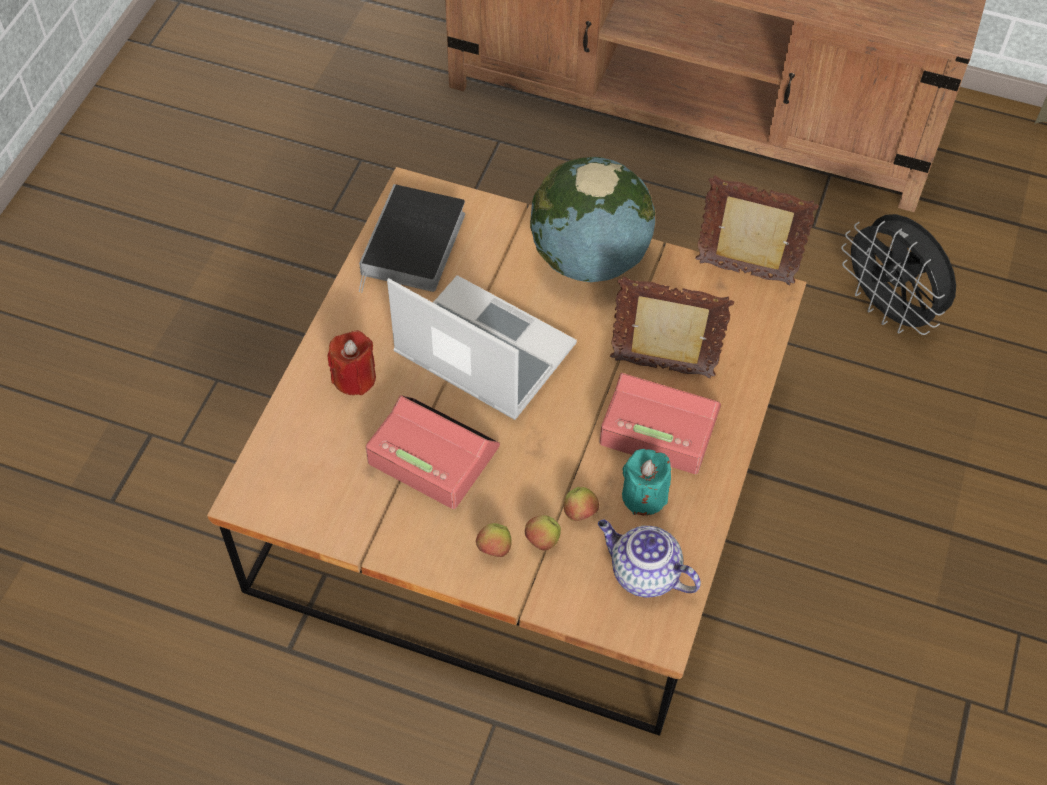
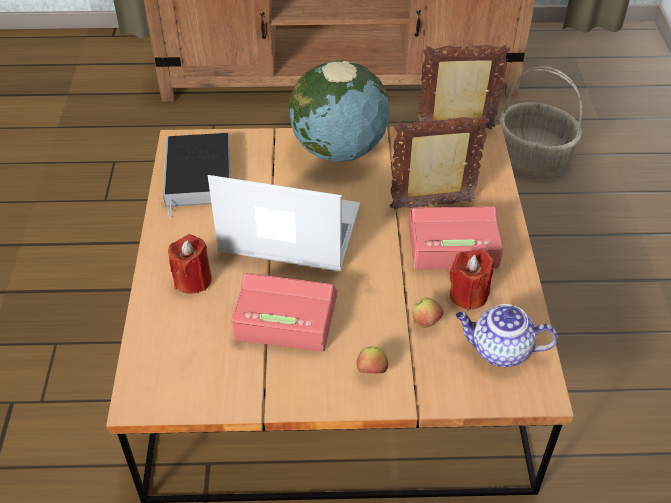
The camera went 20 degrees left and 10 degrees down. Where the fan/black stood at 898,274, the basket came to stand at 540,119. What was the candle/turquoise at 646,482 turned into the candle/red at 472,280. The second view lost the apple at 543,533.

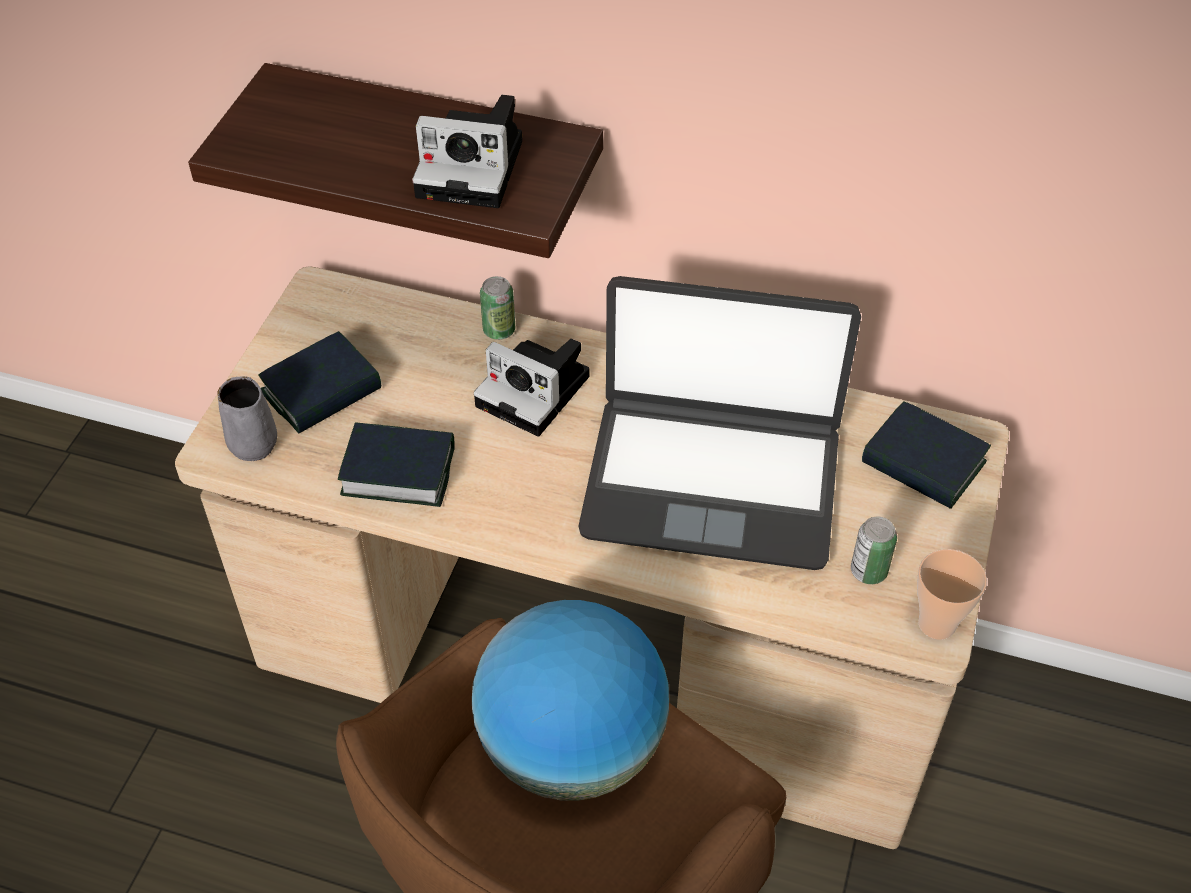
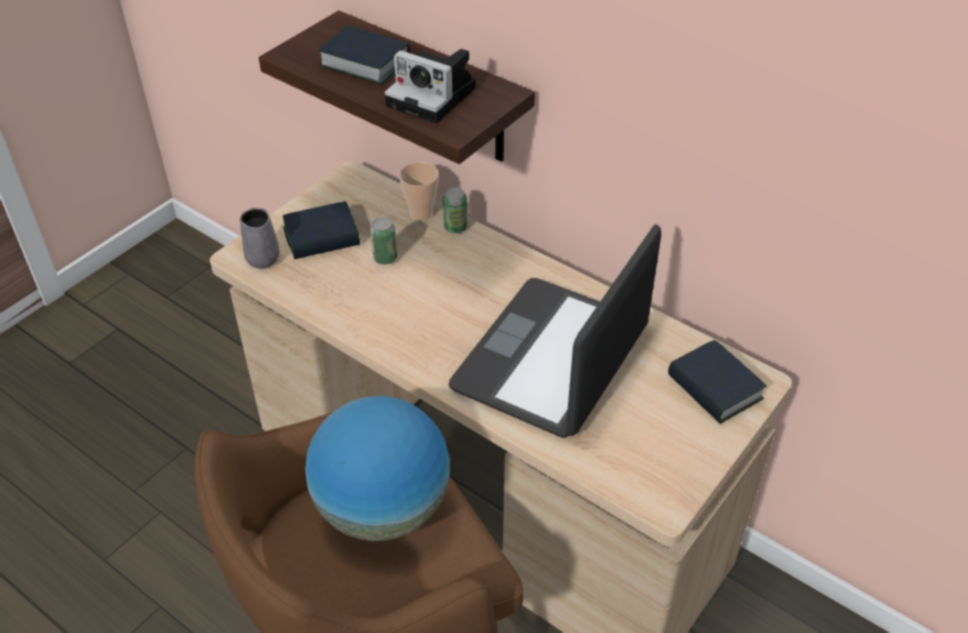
The camera went 20 degrees right and 5 degrees down. The laptop at 719,423 ended up facing another way, 90 degrees clockwise from before. The second view lost the photo camera at 532,387. The book ended up elsewhere, having gone from 396,464 to 364,55. The can ended up elsewhere, having gone from 874,550 to 383,241. The cup ended up elsewhere, having gone from 952,594 to 419,191.

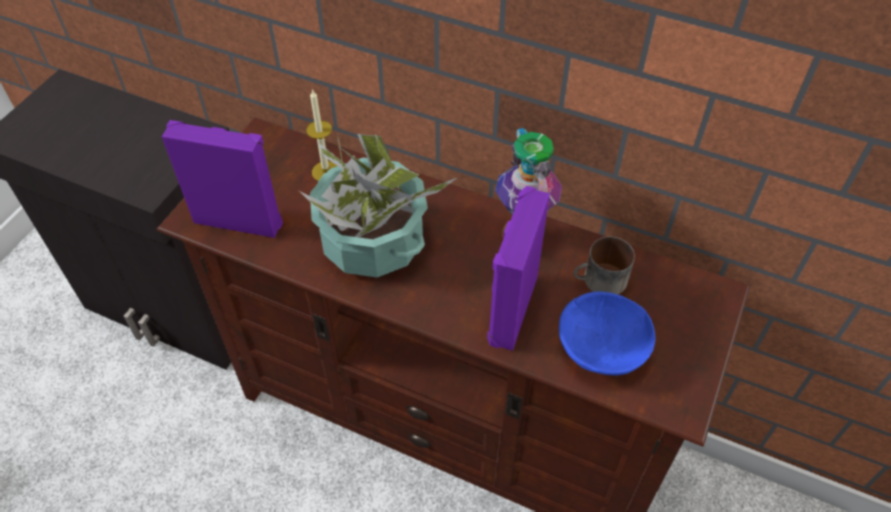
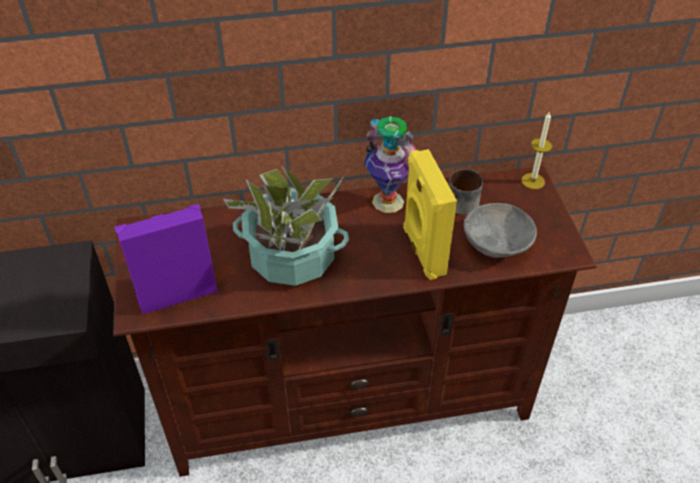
The camera went 35 degrees left and 5 degrees down. The candle ended up elsewhere, having gone from 321,135 to 536,150. What was the speaker/purple at 518,268 turned into the speaker/yellow at 430,214. What was the bowl/blue at 607,334 turned into the bowl/grey at 500,230.

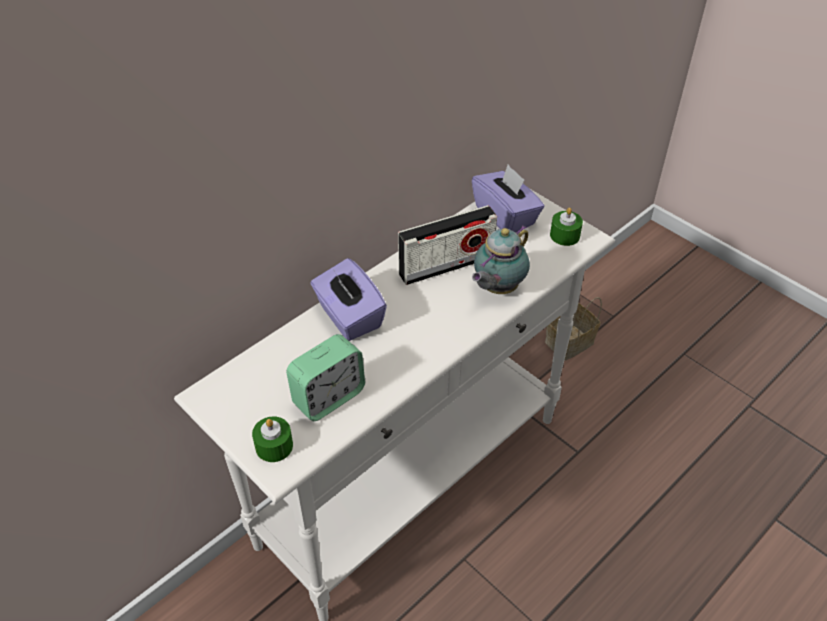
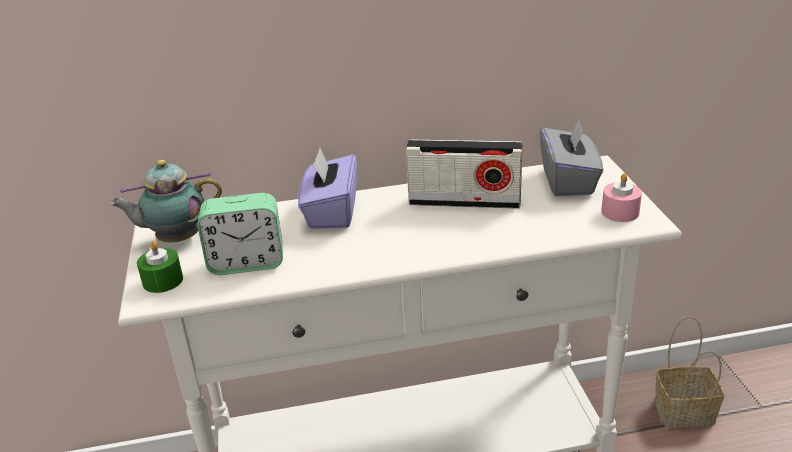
The camera went 35 degrees right and 15 degrees down. What was the tissue box/purple at 508,198 turned into the tissue box/grey at 571,157. What was the candle/green at 566,227 turned into the candle/pink at 621,197. The teapot ended up elsewhere, having gone from 501,260 to 166,201.

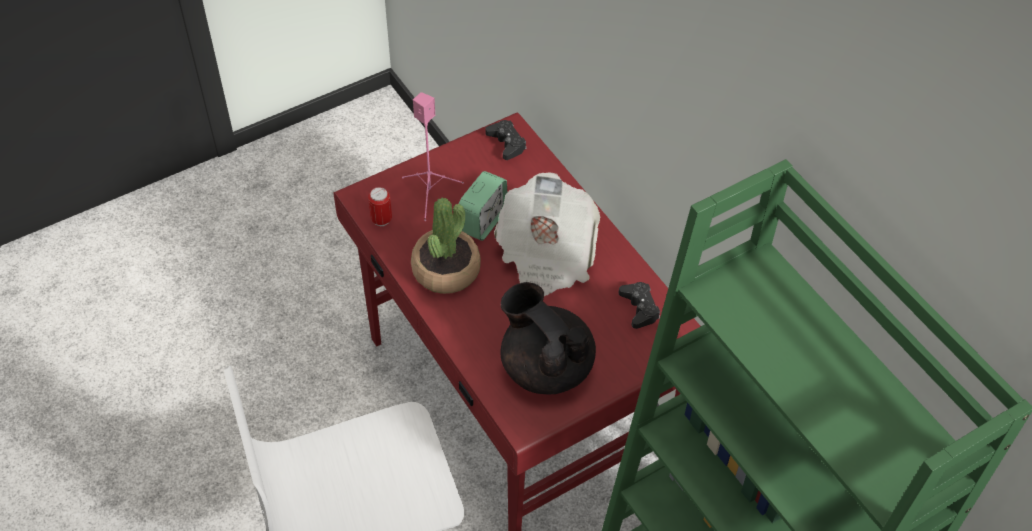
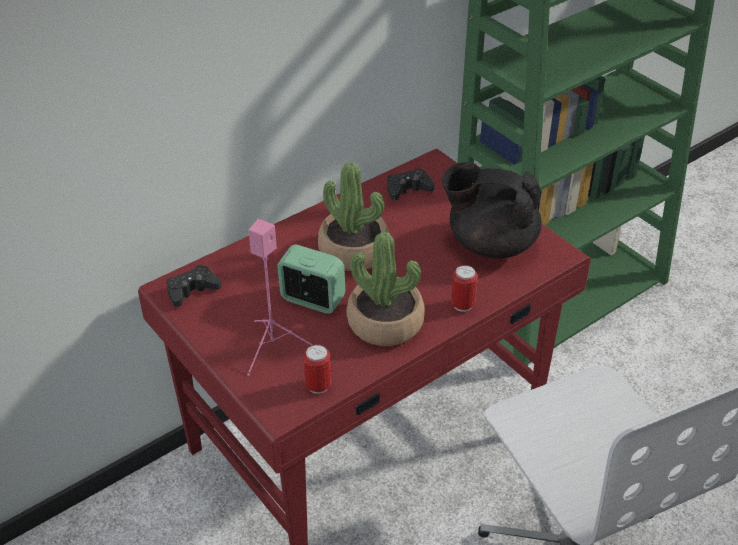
The camera went 95 degrees left and 10 degrees down. Where the newspaper stood at 547,234, the potted plant came to stand at 354,216. The teapot/black at 548,338 ended up facing another way, 60 degrees clockwise from before. The second view gained the can at 464,288.

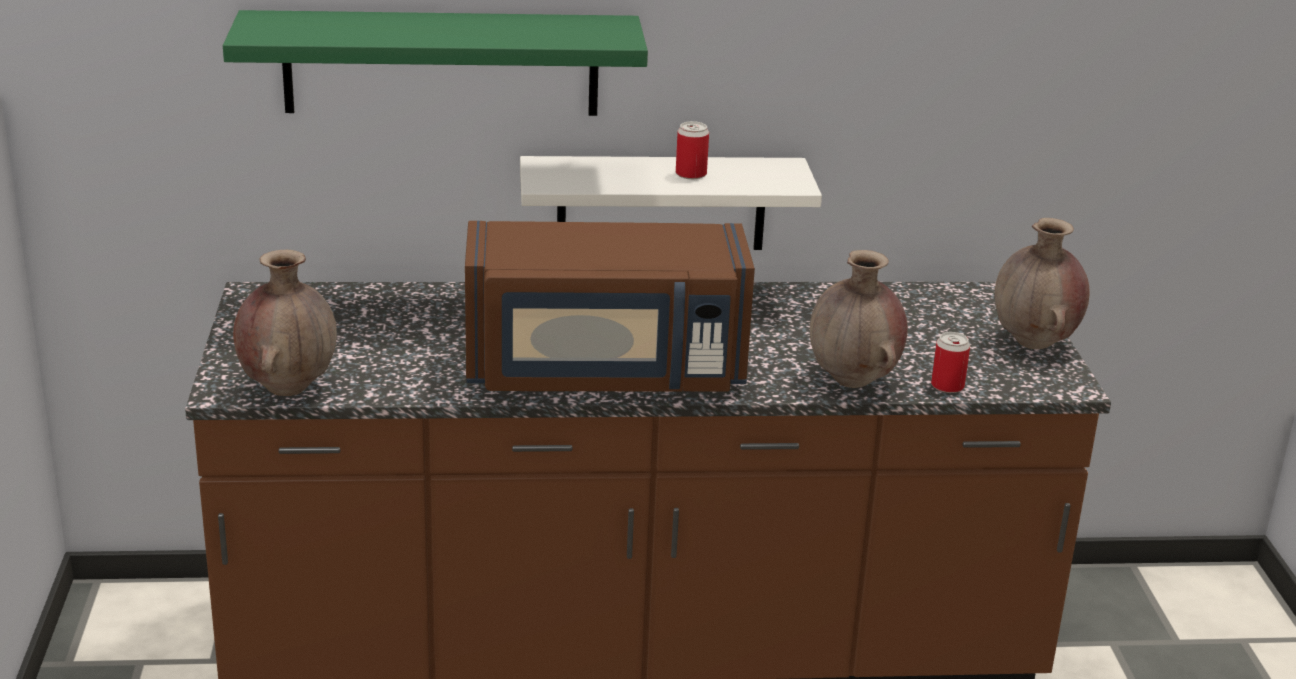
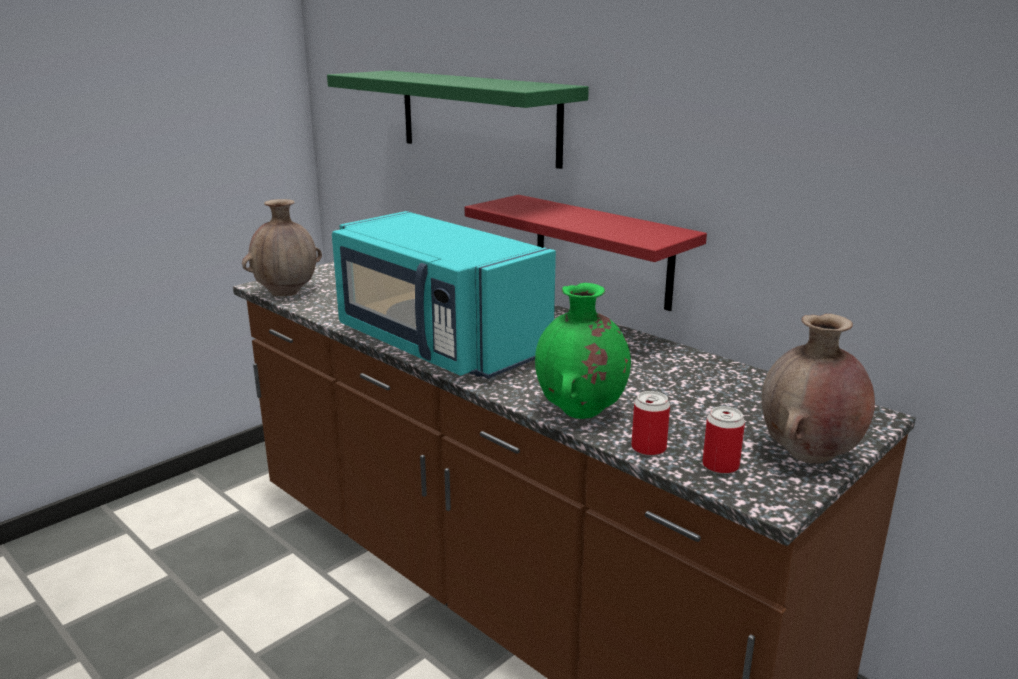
The camera went 50 degrees right and 5 degrees down. The can ended up elsewhere, having gone from 692,150 to 723,440. What was the shelf/white at 671,203 turned into the shelf/red at 586,253. What was the microwave/brown at 610,306 turned into the microwave/turquoise at 444,295. What was the vase/brown at 859,319 turned into the vase/green at 583,351.

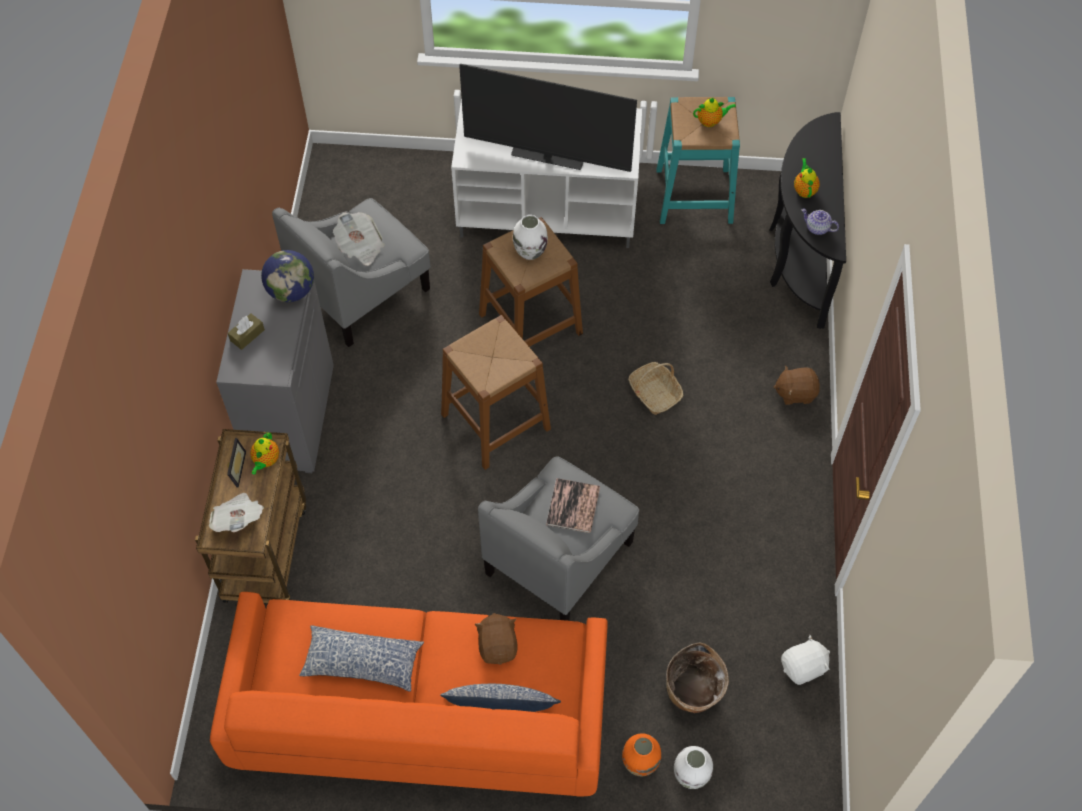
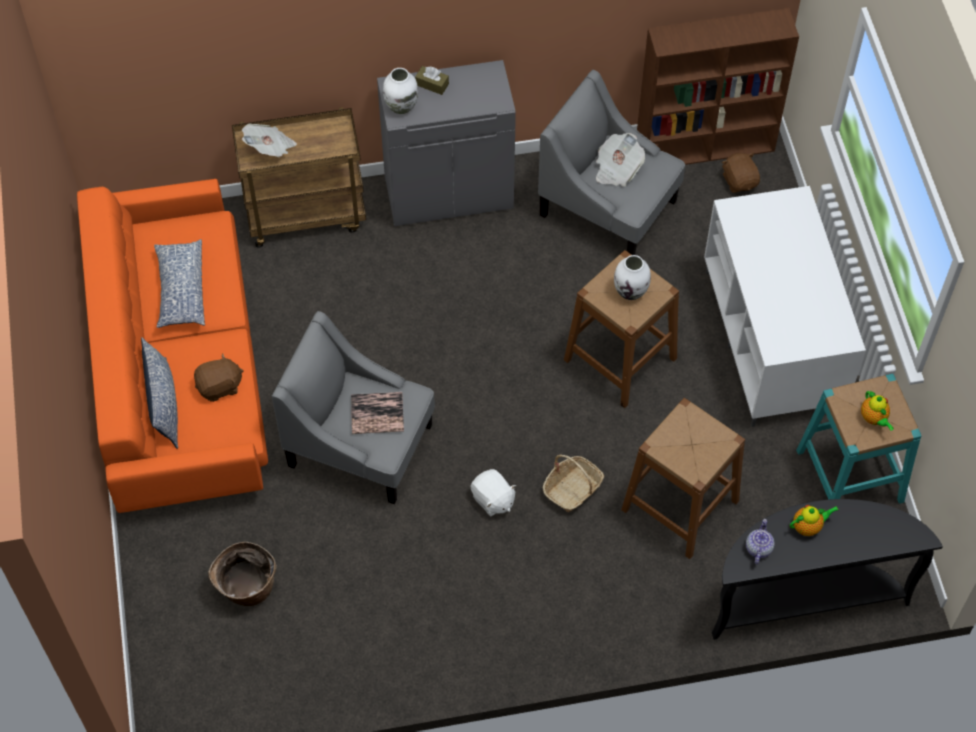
The camera went 75 degrees right and 0 degrees up. The second view lost the television at 548,118. The second view lost the globe at 287,276. The stool/brown ended up elsewhere, having gone from 496,392 to 683,478. The plush toy/brown ended up elsewhere, having gone from 797,385 to 741,173. The second view lost the teapot at 264,453. The second view lost the picture frame at 236,462. The plush toy/white ended up elsewhere, having gone from 805,660 to 493,493. The second view lost the vase/orange at 641,755. The vase/white ended up elsewhere, having gone from 693,767 to 400,91. The second view gained the bookcase/brown at 718,86.

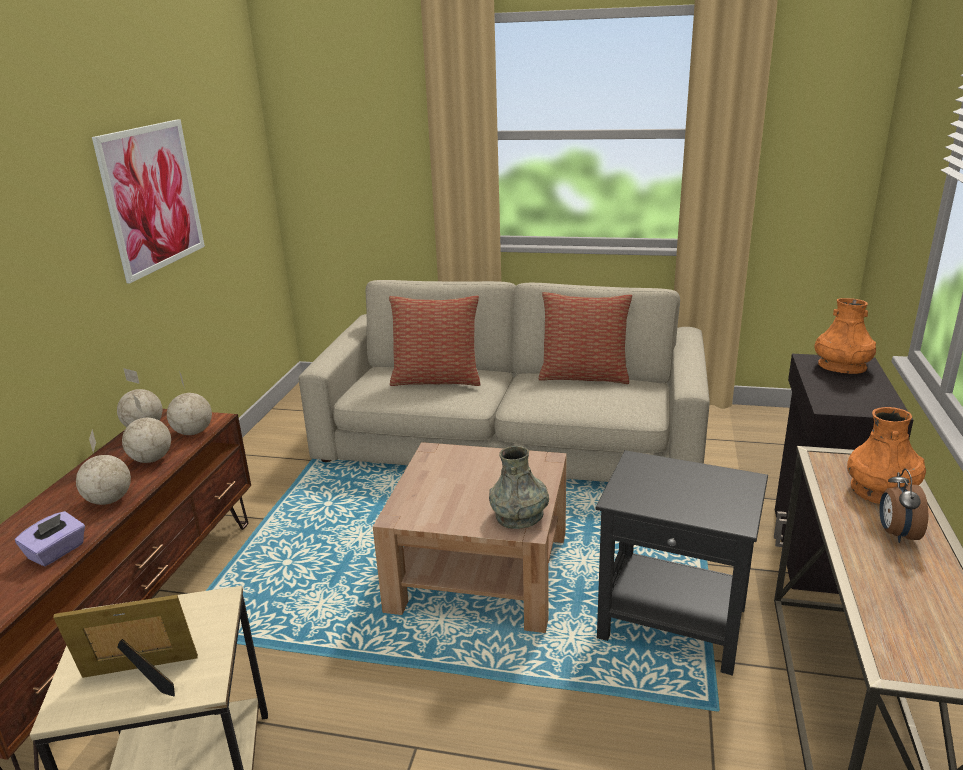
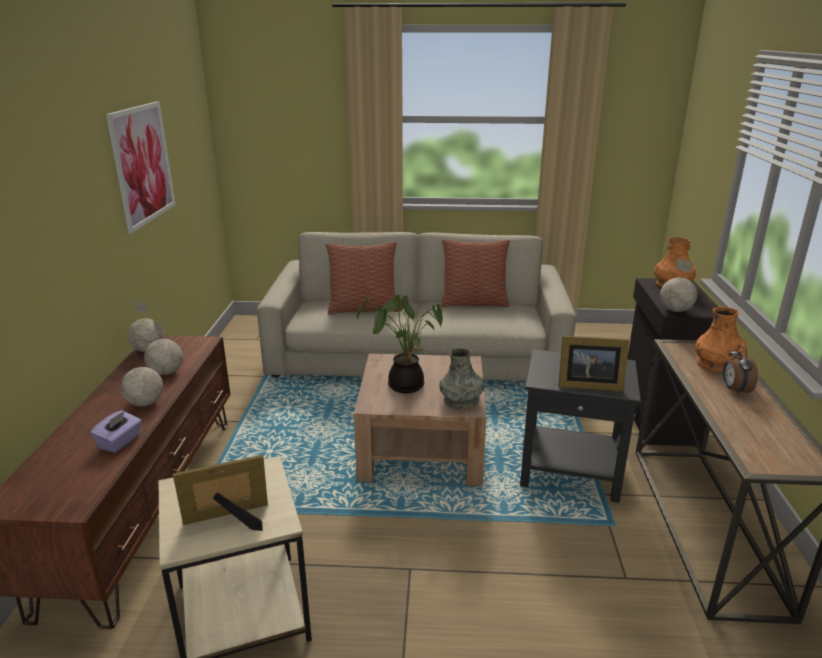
The camera went 10 degrees left and 0 degrees up. The globe ended up elsewhere, having gone from 189,403 to 678,285. The second view gained the potted plant at 400,343. The second view gained the picture frame at 593,363.

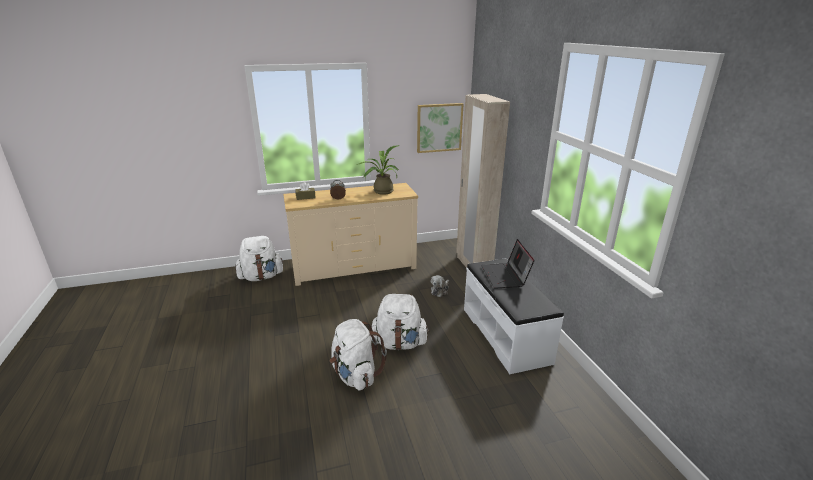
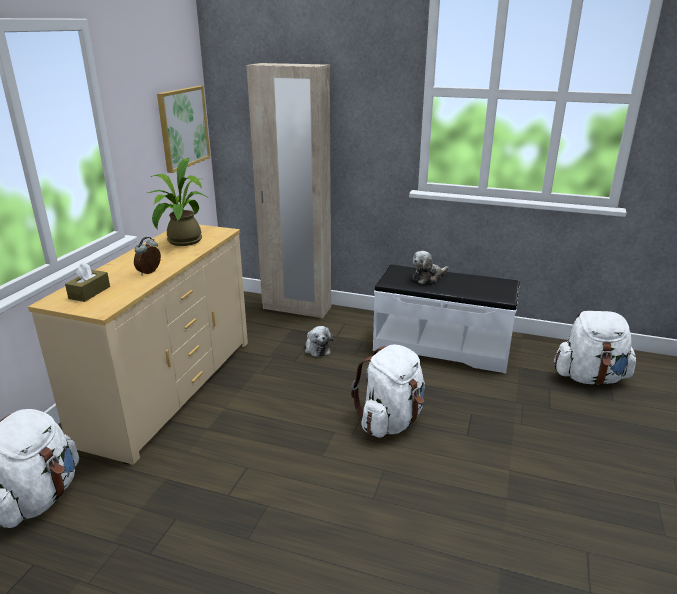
The camera went 55 degrees left and 0 degrees up. Where the laptop stood at 508,264, the plush toy came to stand at 431,267. The backpack/white ended up elsewhere, having gone from 358,354 to 595,348.

